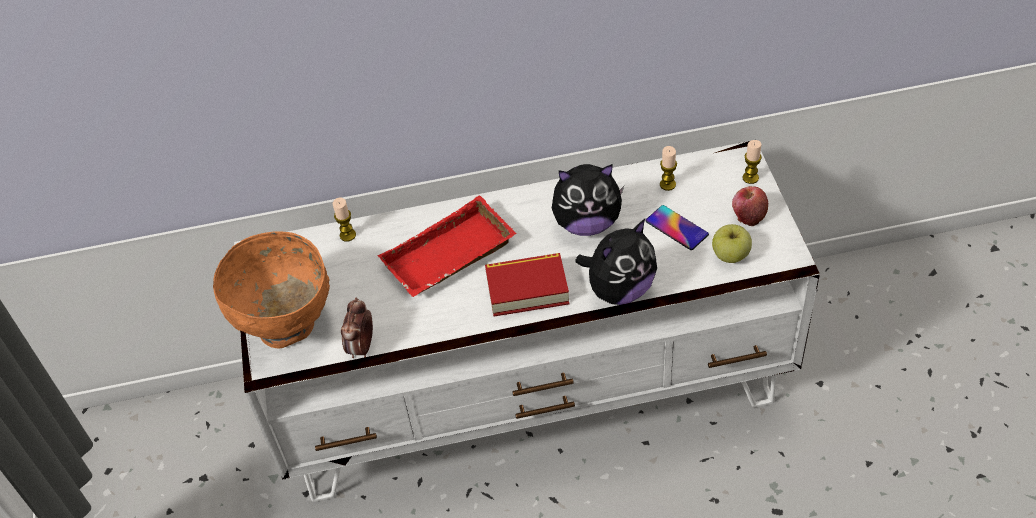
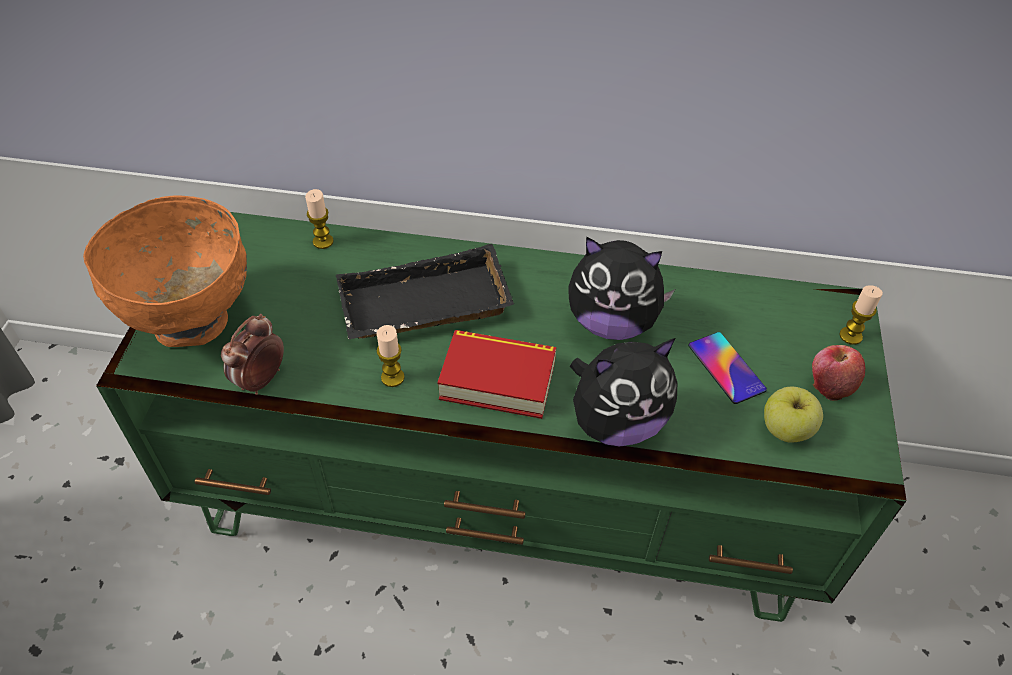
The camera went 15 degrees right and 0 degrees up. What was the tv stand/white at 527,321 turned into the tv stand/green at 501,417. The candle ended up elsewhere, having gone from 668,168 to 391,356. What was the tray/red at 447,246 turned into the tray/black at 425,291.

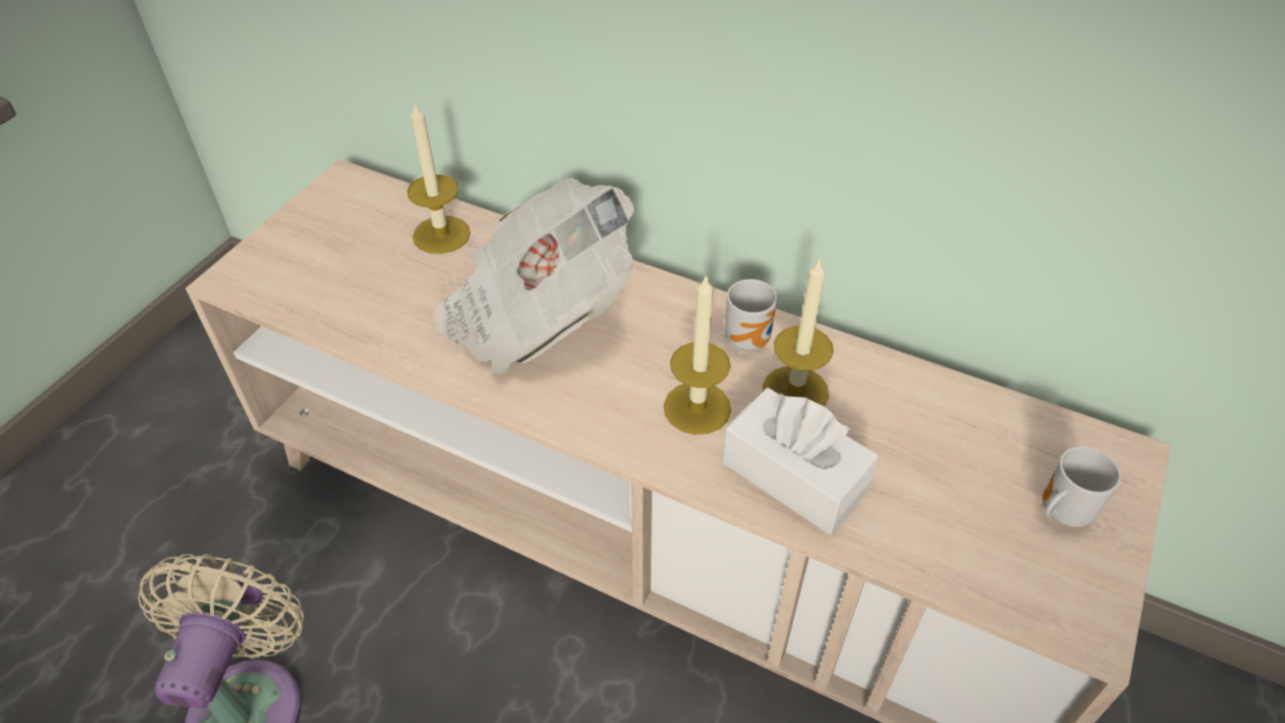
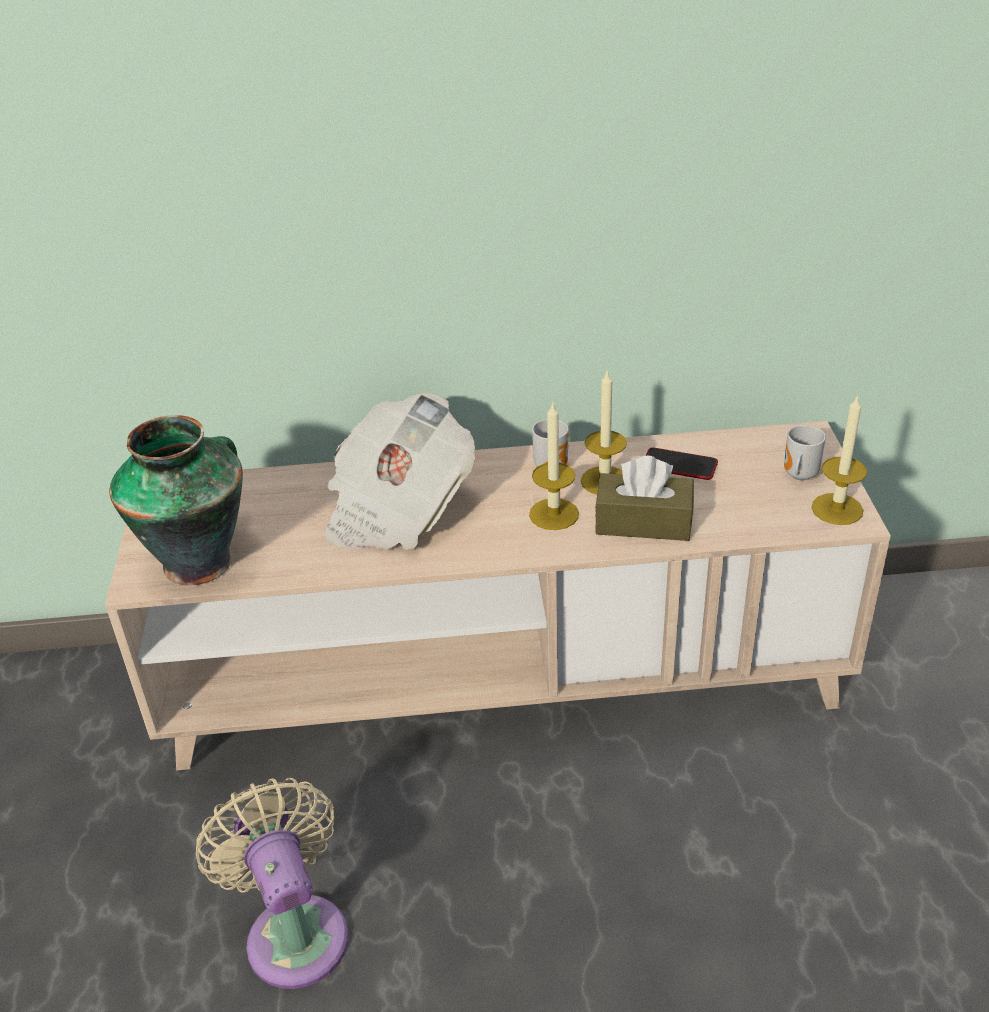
The camera went 30 degrees left and 10 degrees down. The candle ended up elsewhere, having gone from 438,177 to 839,459. What was the tissue box/white at 800,461 turned into the tissue box/brown at 644,498. The second view gained the vase at 176,500. The second view gained the phone at 682,463.

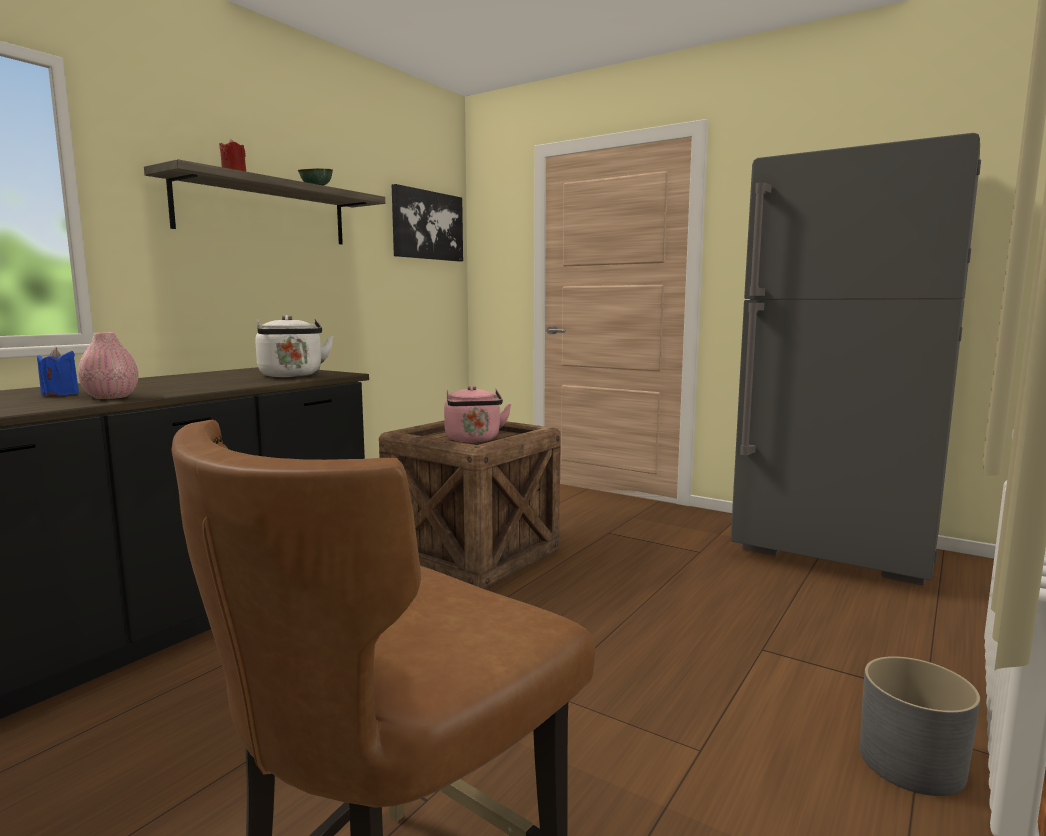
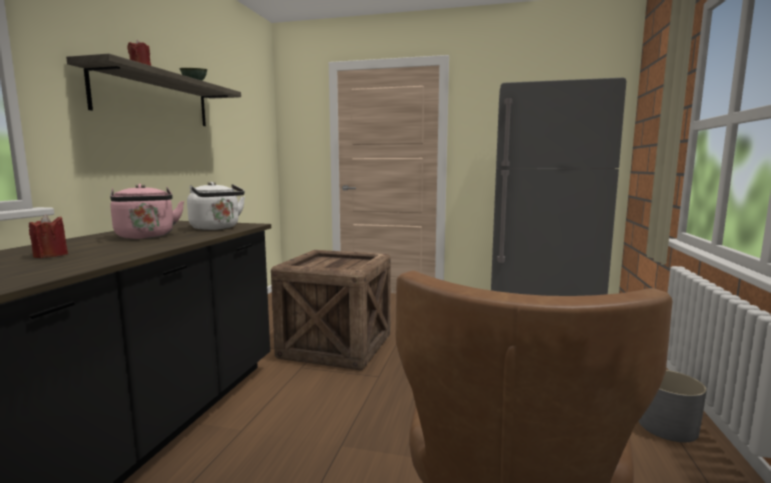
The camera went 20 degrees left and 0 degrees up. The second view lost the picture at 427,223. The second view lost the vase/pink at 108,365. What was the candle/blue at 58,372 turned into the candle/red at 48,236. The kettle/pink ended up elsewhere, having gone from 477,414 to 147,211.

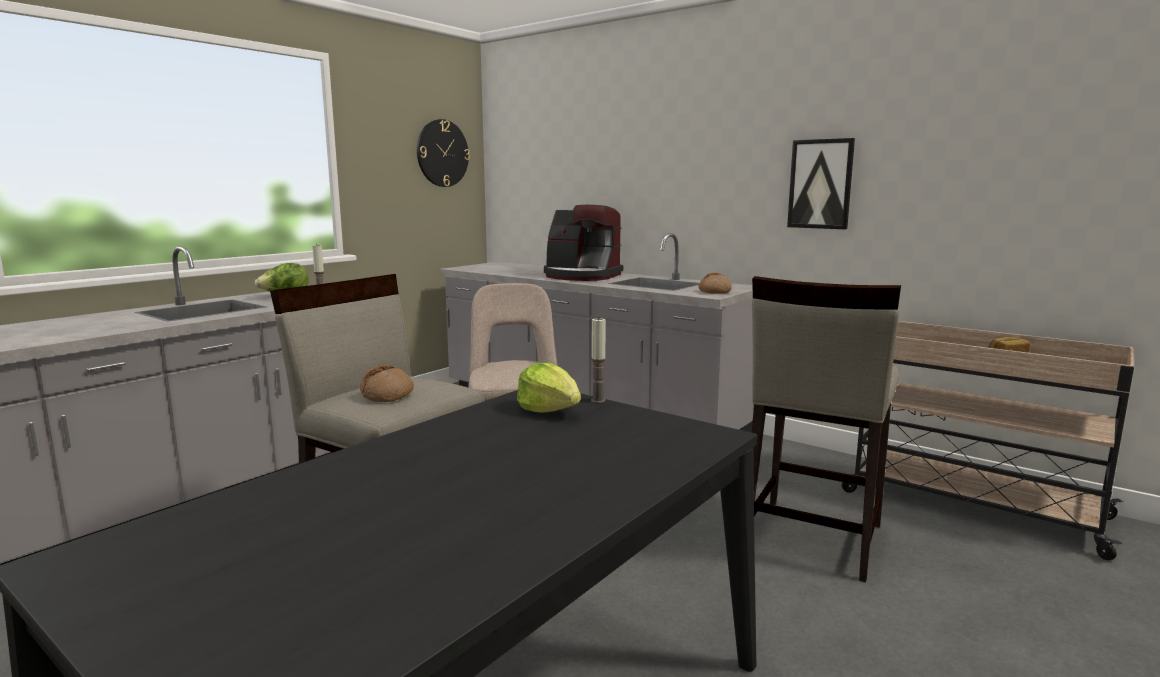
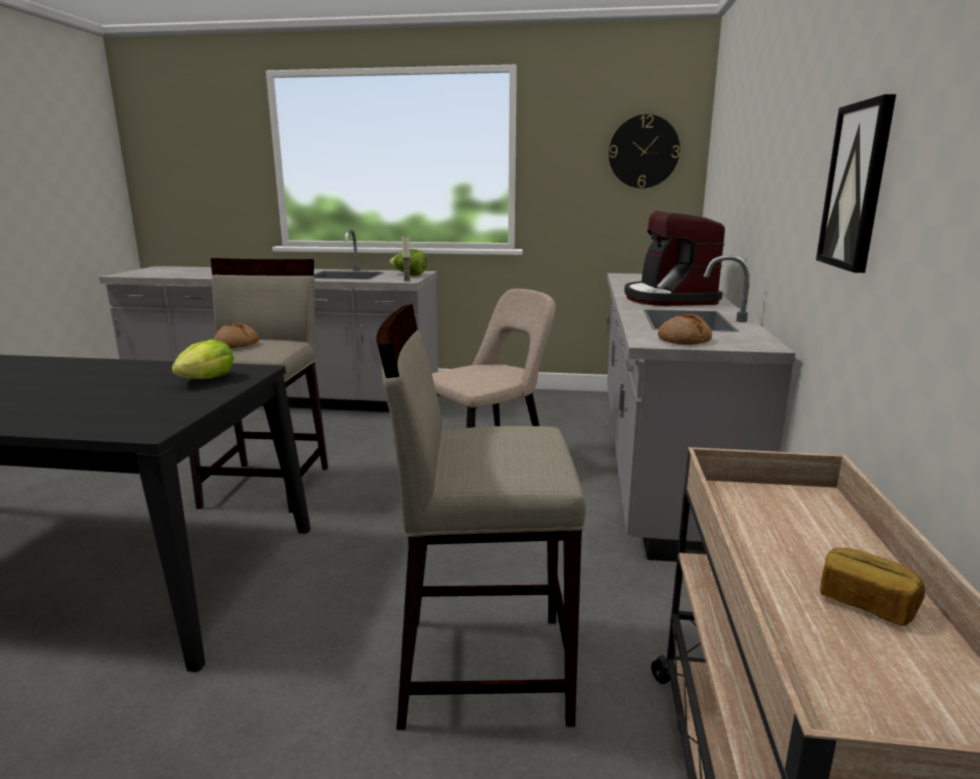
The camera went 60 degrees right and 5 degrees up. The second view lost the candle at 598,360.

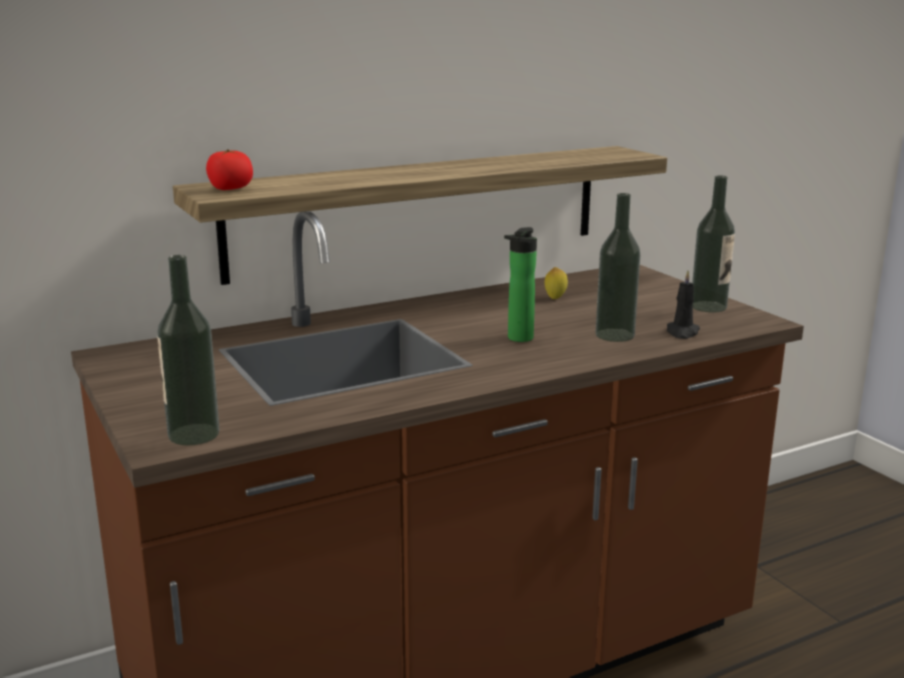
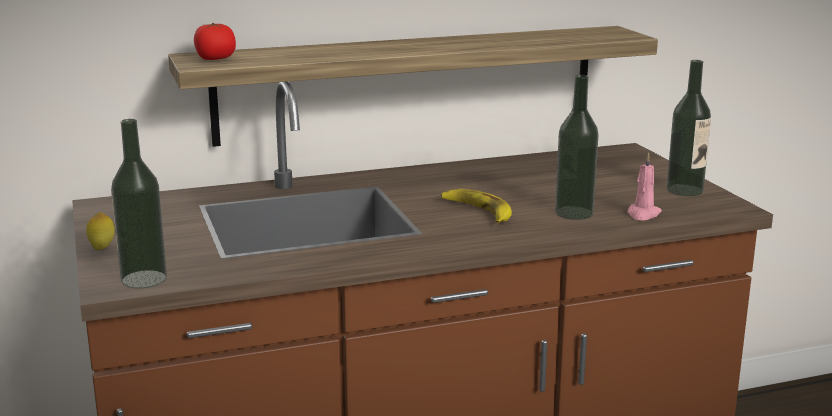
The camera went 10 degrees right and 0 degrees up. Where the bottle stood at 520,284, the banana came to stand at 476,206. The lemon ended up elsewhere, having gone from 556,283 to 100,231. What was the candle/black at 683,304 turned into the candle/pink at 644,186.

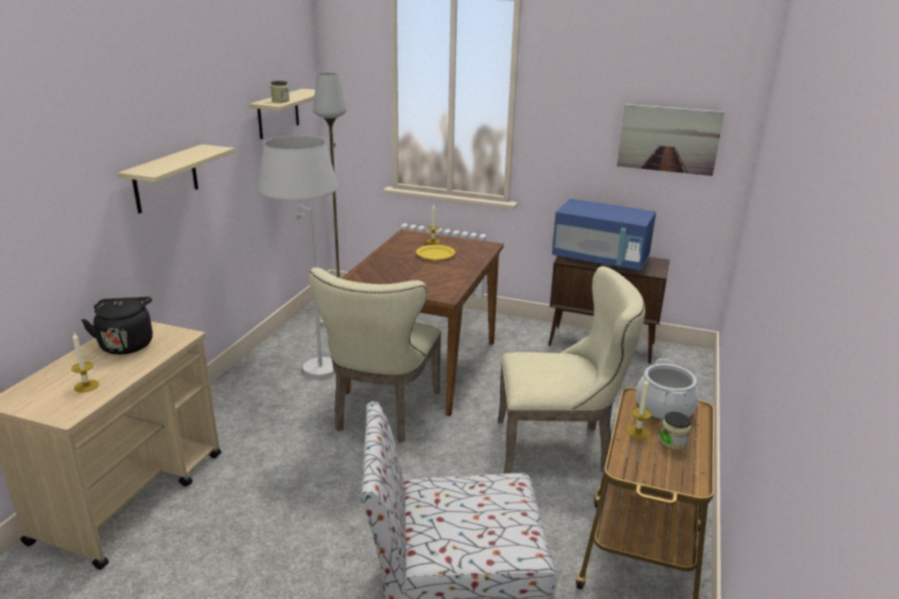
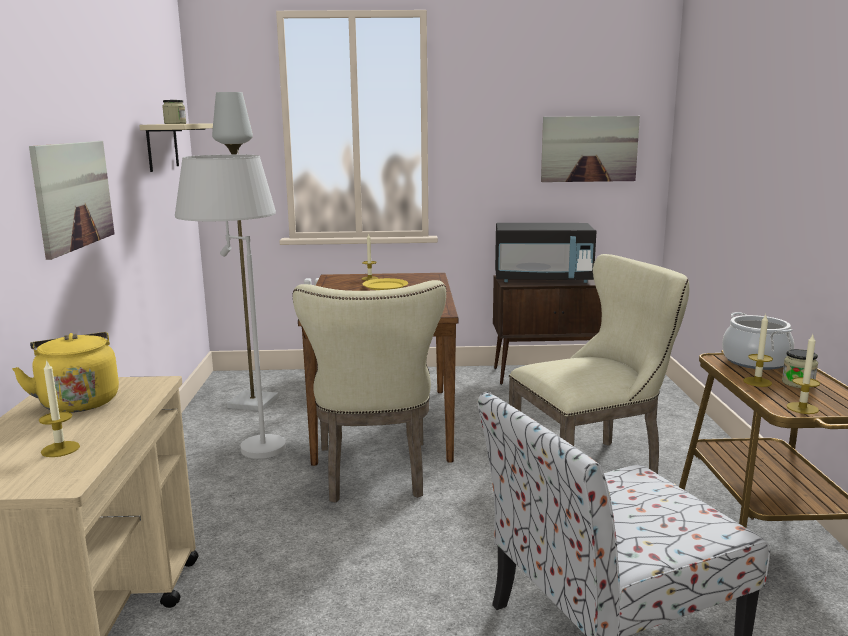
The camera went 20 degrees left and 10 degrees down. Where the shelf/beige hung at 176,179, the picture came to hang at 72,200. What was the microwave/blue at 604,235 turned into the microwave/black at 545,253. What was the kettle/black at 117,326 turned into the kettle/yellow at 65,372. The second view gained the candle at 803,374.

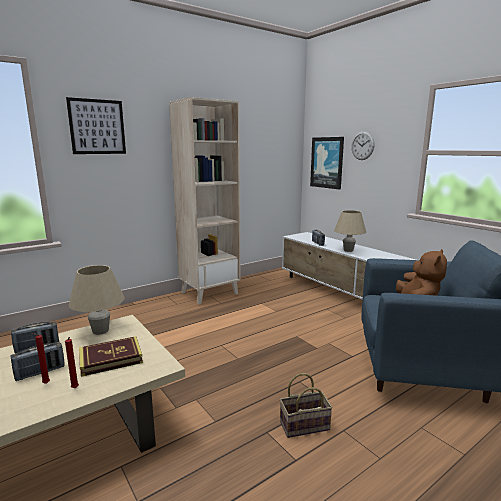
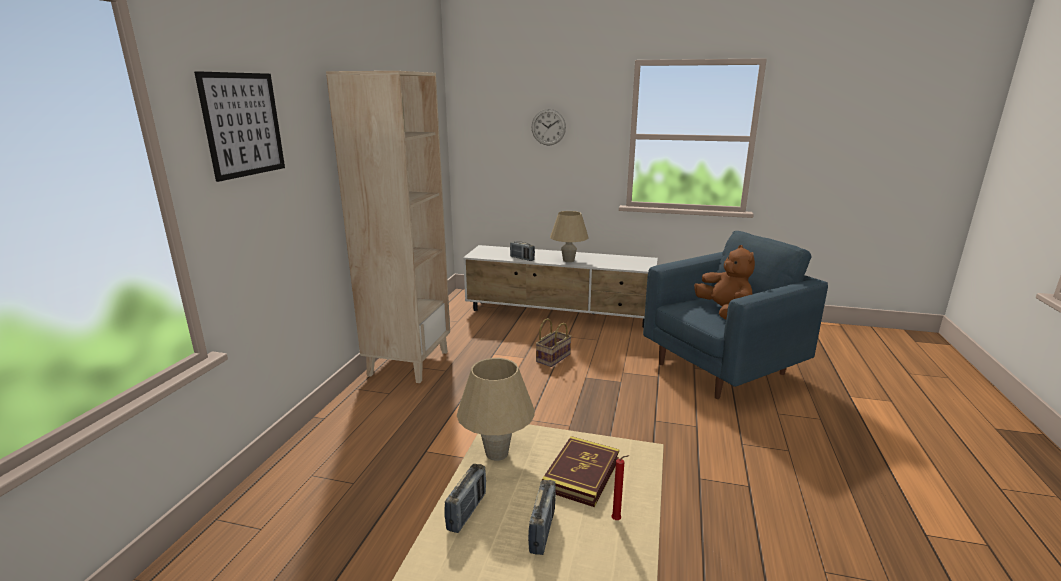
The camera went 40 degrees left and 5 degrees up. The second view lost the picture at 327,163. The second view lost the candle/red at 40,358. The basket ended up elsewhere, having gone from 306,405 to 554,342.

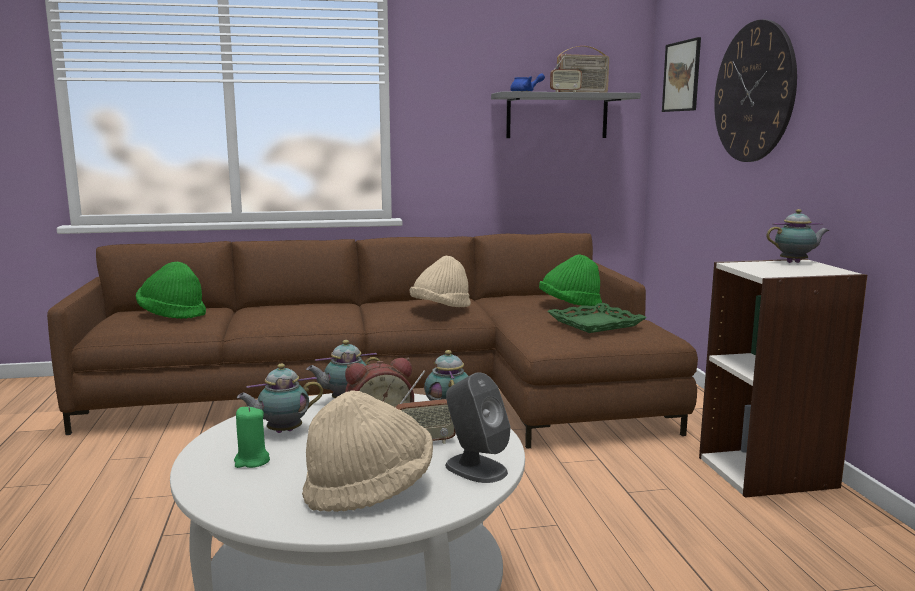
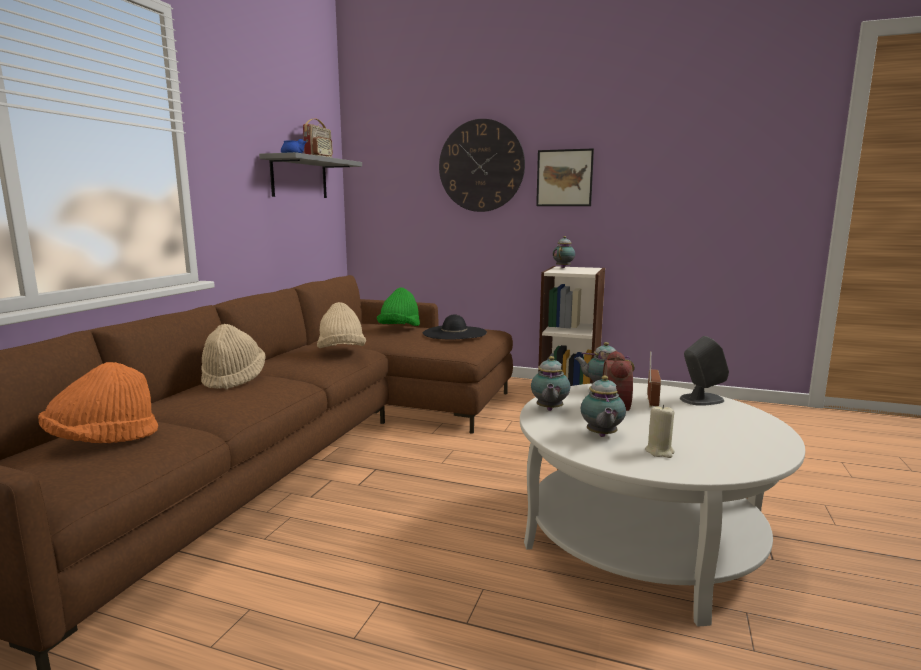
The camera went 60 degrees left and 0 degrees up. The picture ended up elsewhere, having gone from 681,74 to 565,177. What was the hat/green at 171,290 turned into the hat/orange at 98,402. Where the tray/green stood at 597,318, the hat/black came to stand at 454,327. The hat/beige ended up elsewhere, having gone from 367,451 to 233,356. What was the candle/green at 252,437 turned into the candle/beige at 660,431.

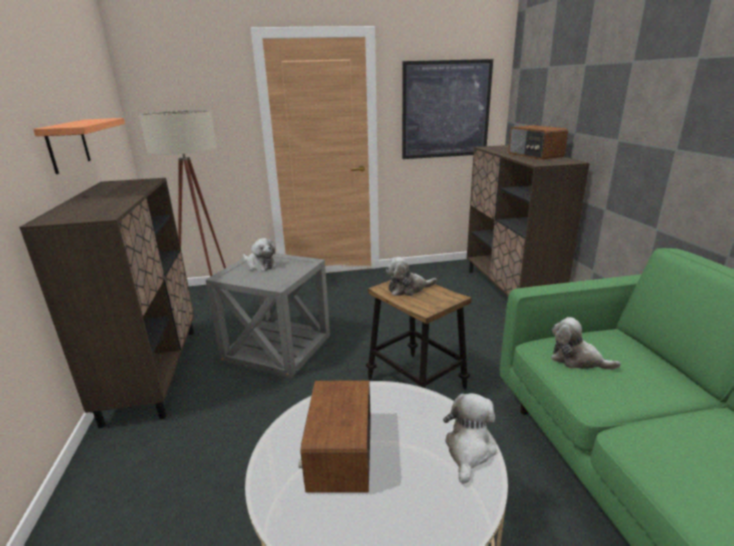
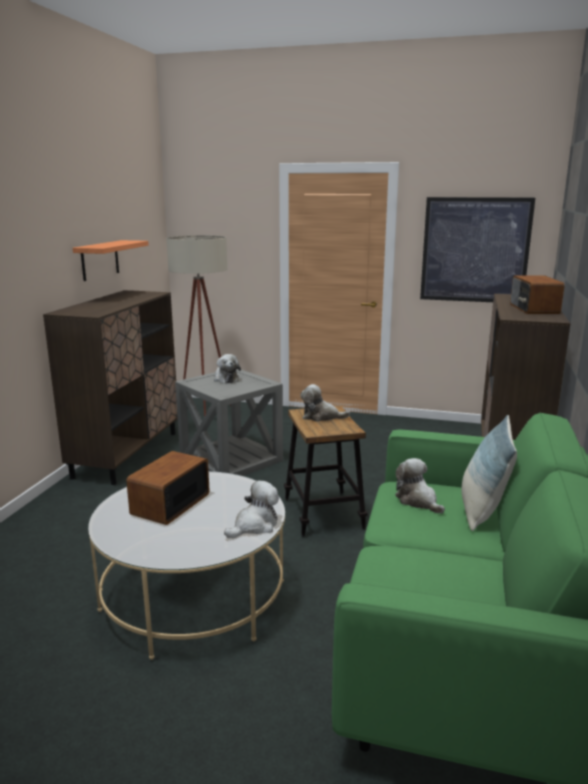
The camera went 25 degrees right and 5 degrees down. The second view gained the pillow at 489,473.

